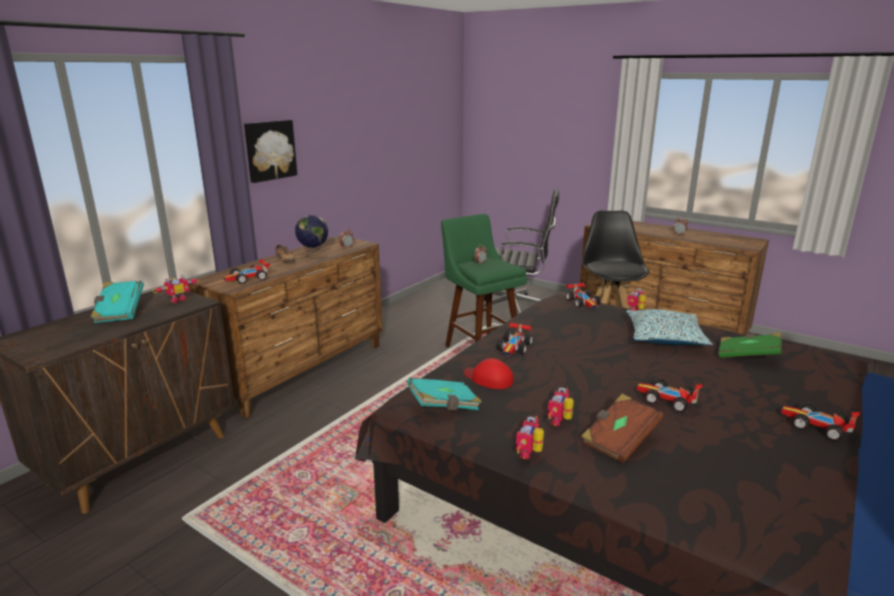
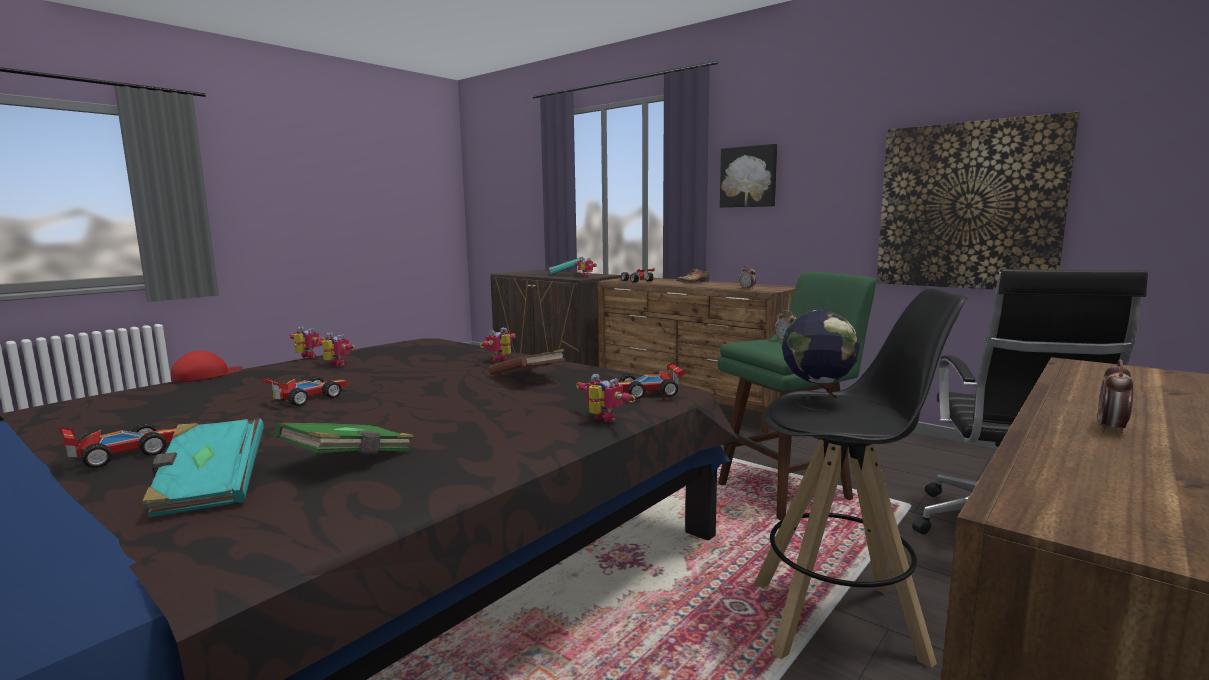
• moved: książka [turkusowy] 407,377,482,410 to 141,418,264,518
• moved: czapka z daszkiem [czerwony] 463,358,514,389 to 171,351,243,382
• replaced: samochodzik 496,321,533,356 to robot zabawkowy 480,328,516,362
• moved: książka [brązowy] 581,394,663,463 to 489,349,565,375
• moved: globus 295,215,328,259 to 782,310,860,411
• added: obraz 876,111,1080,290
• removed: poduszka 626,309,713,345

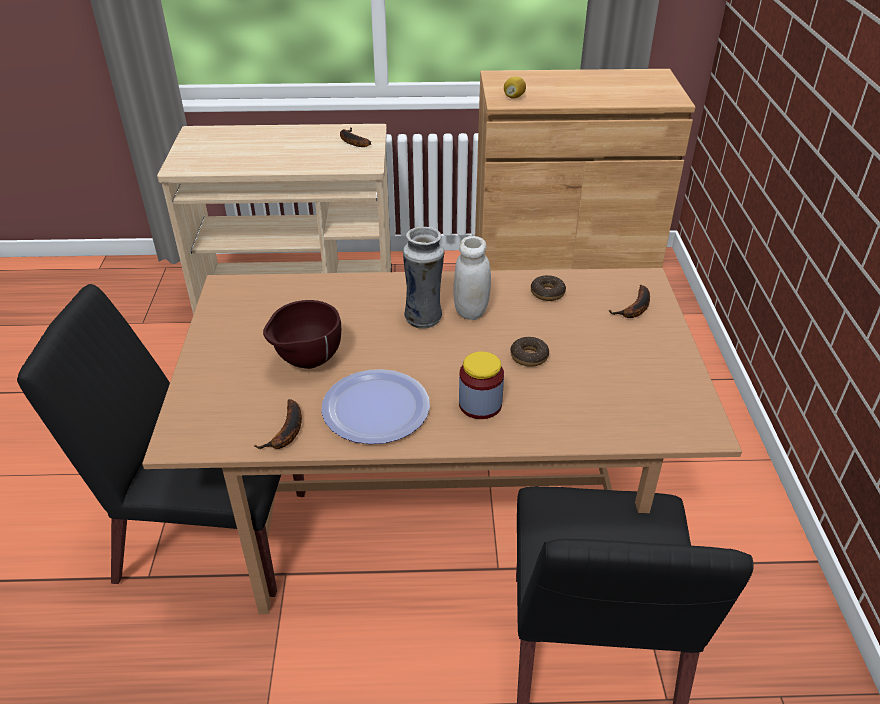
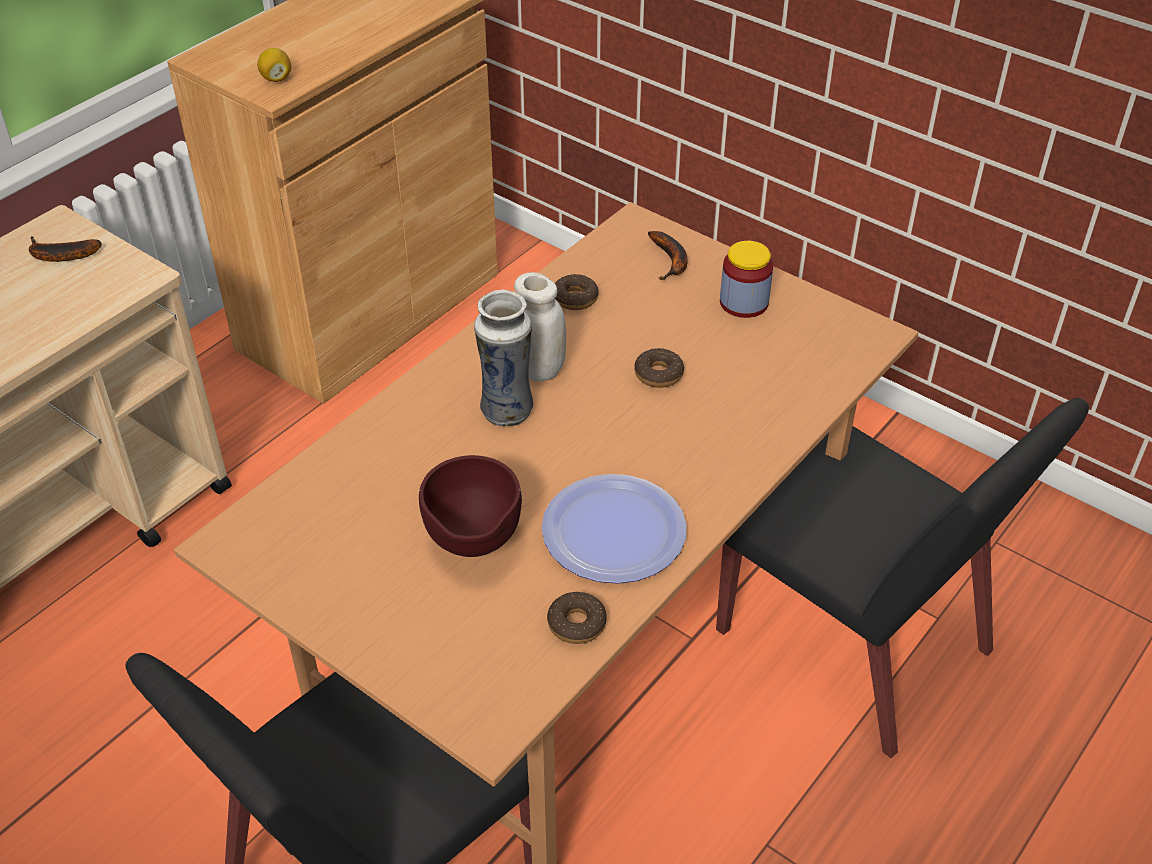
• replaced: banan 254,399,302,449 to donut 547,592,607,644
• moved: słoik 459,351,504,419 to 720,241,773,318

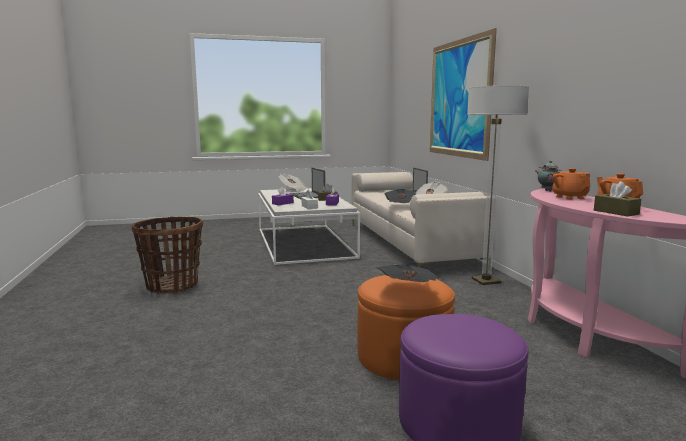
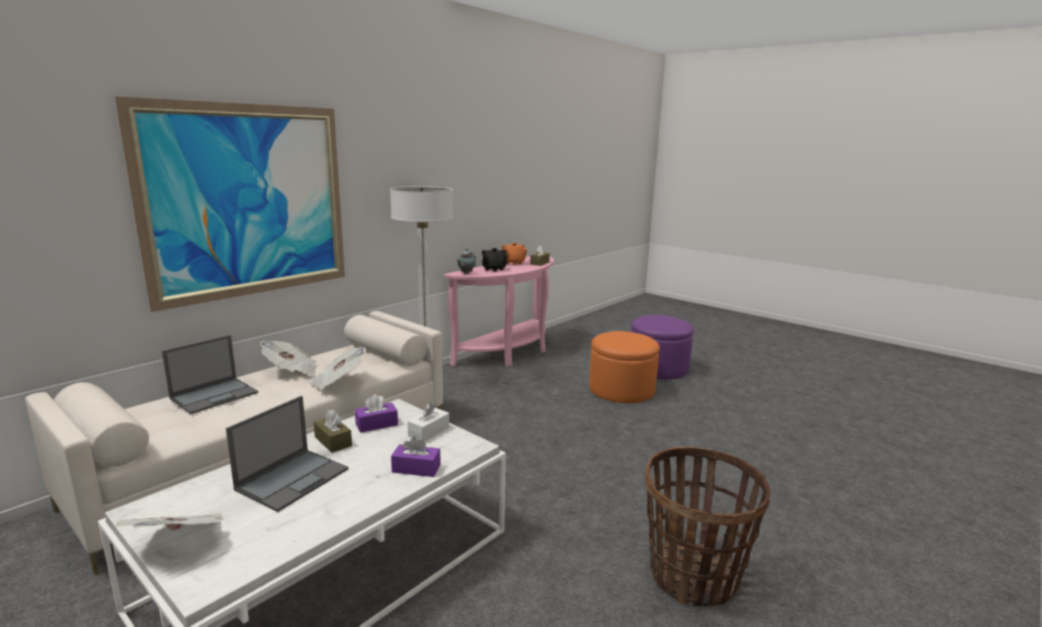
• recoloured: imbryk [pomarańczowy] 552,168,590,200 to imbryk [czarny] 482,248,507,272
• removed: gazeta 376,265,439,282

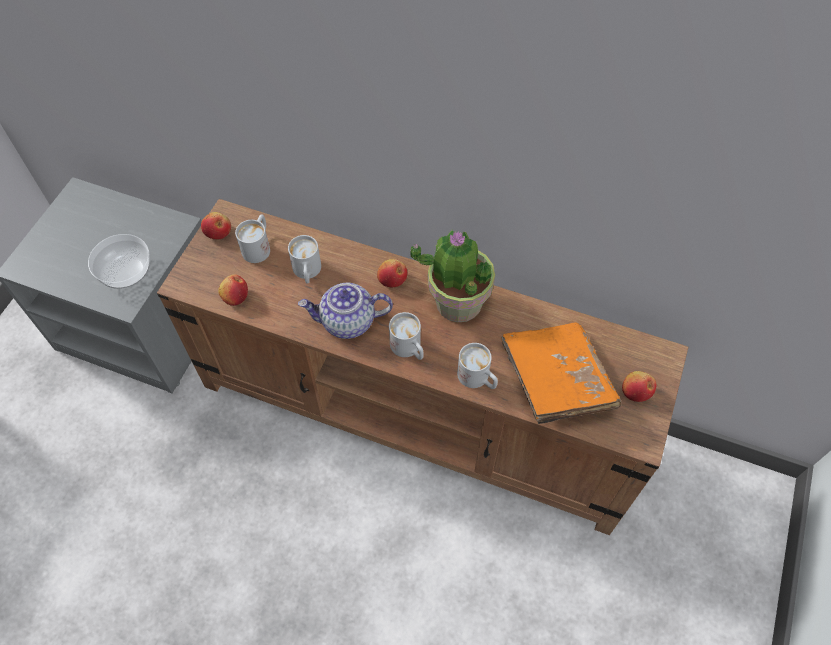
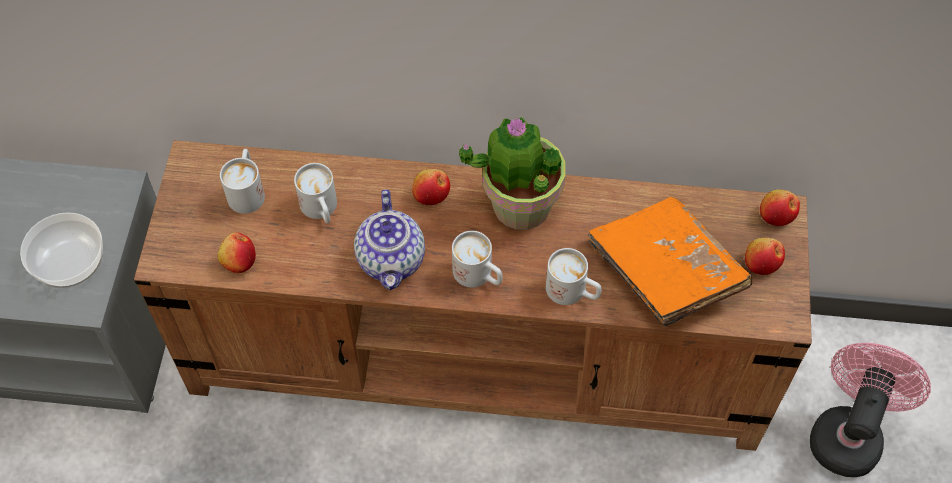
• turned: imbryk 298,283,393,339 = 354,189,425,290 75 degrees counterclockwise
• moved: jabłko 201,212,231,239 to 760,189,800,226
• added: wentylator [różowy] 810,343,931,477

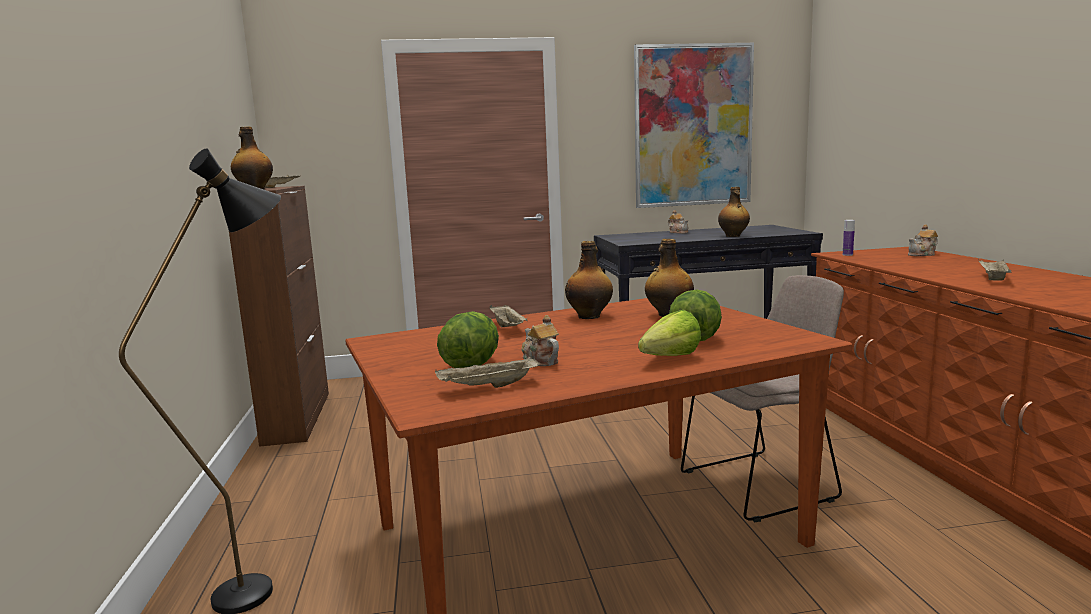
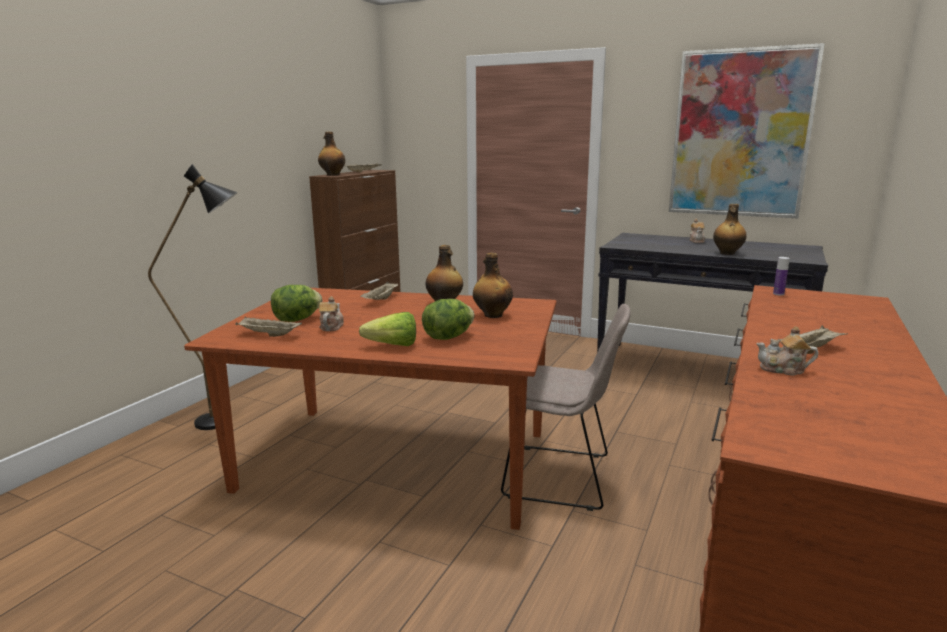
• moved: imbryk 908,225,938,256 to 756,326,818,376

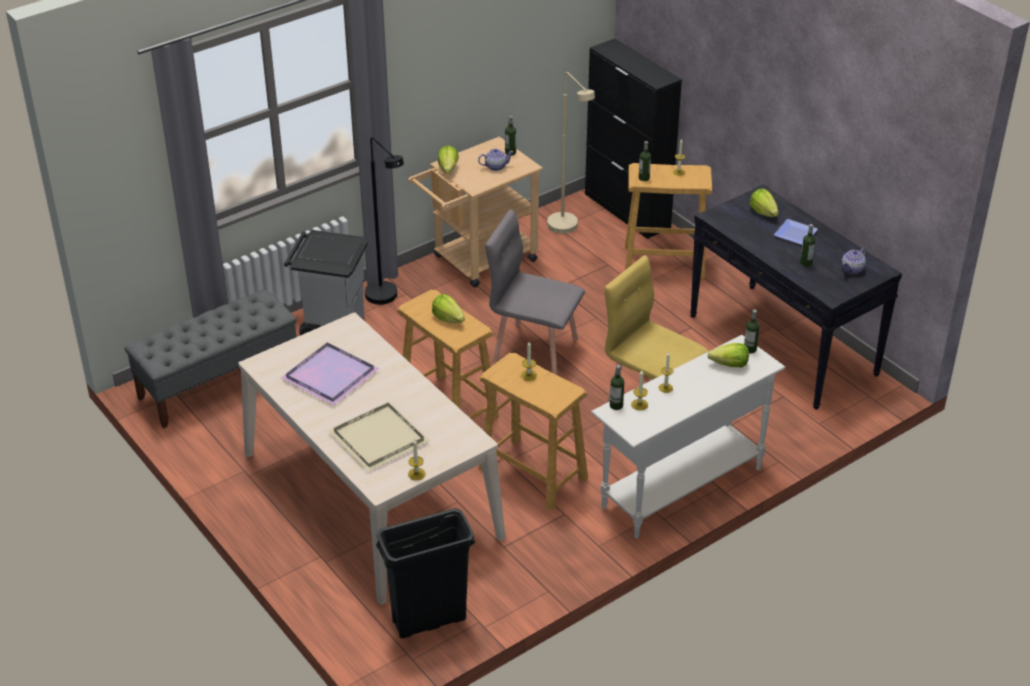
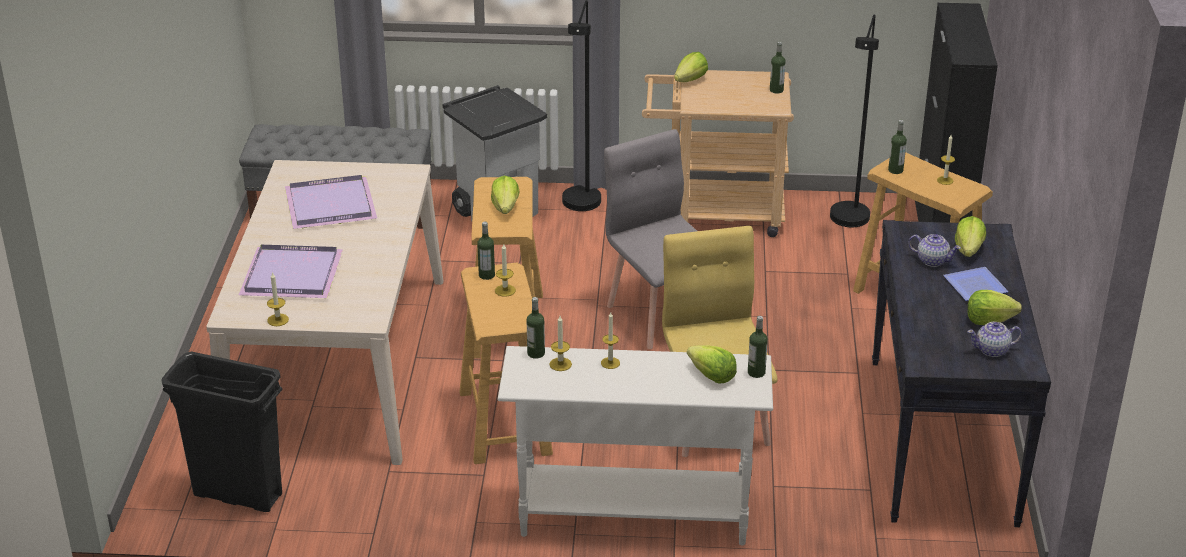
• recoloured: taca [beżowy] 328,402,430,472 to taca [fioletowy] 239,245,343,298
• moved: butelka 800,224,815,267 to 477,222,495,280
• recoloured: lampa stojąca [beżowy] 547,72,595,234 to lampa stojąca [czarny] 830,14,879,227
• moved: imbryk 478,149,513,171 to 908,234,961,267
• added: sałata 967,290,1022,325

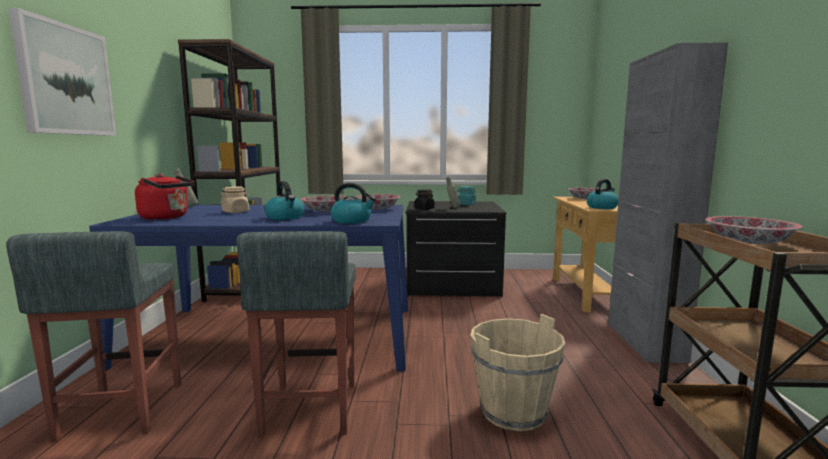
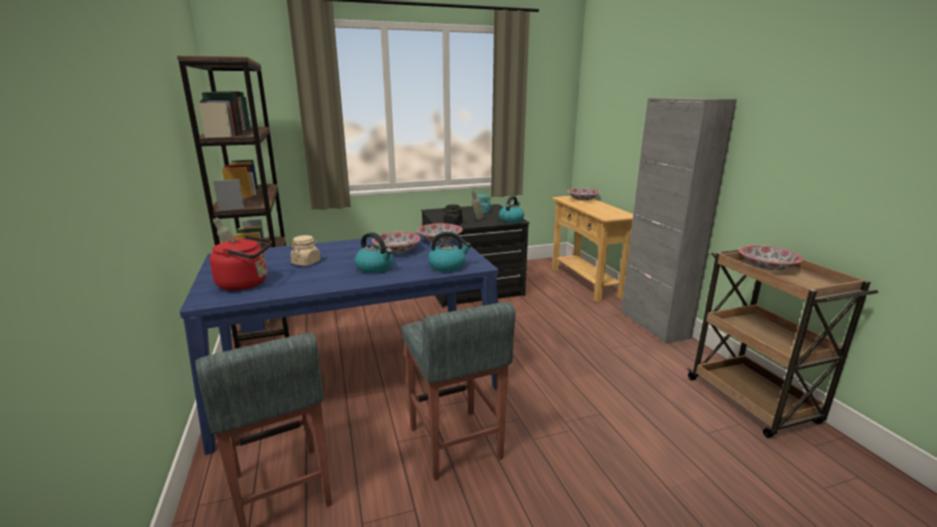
• moved: czajnik 587,179,619,209 to 499,196,524,223
• removed: obraz 8,8,116,136
• removed: wiadro [beżowy] 471,314,565,431

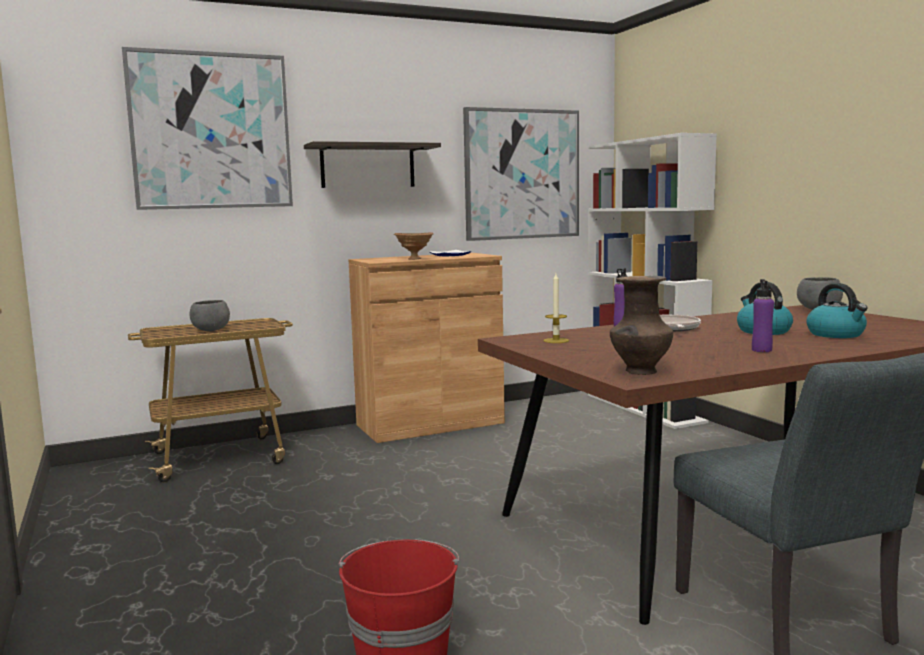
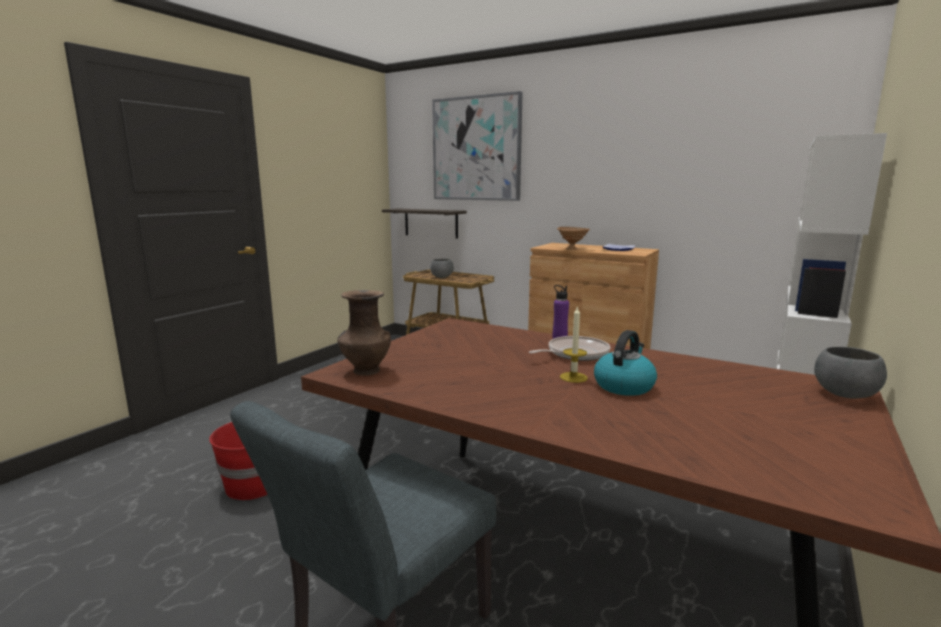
• moved: półka 304,141,441,188 to 382,209,467,239
• moved: świeca 543,273,569,343 to 560,306,588,383
• removed: obraz 463,107,579,241
• removed: butelka [fioletowy] 752,279,774,352
• removed: czajnik 806,283,868,338

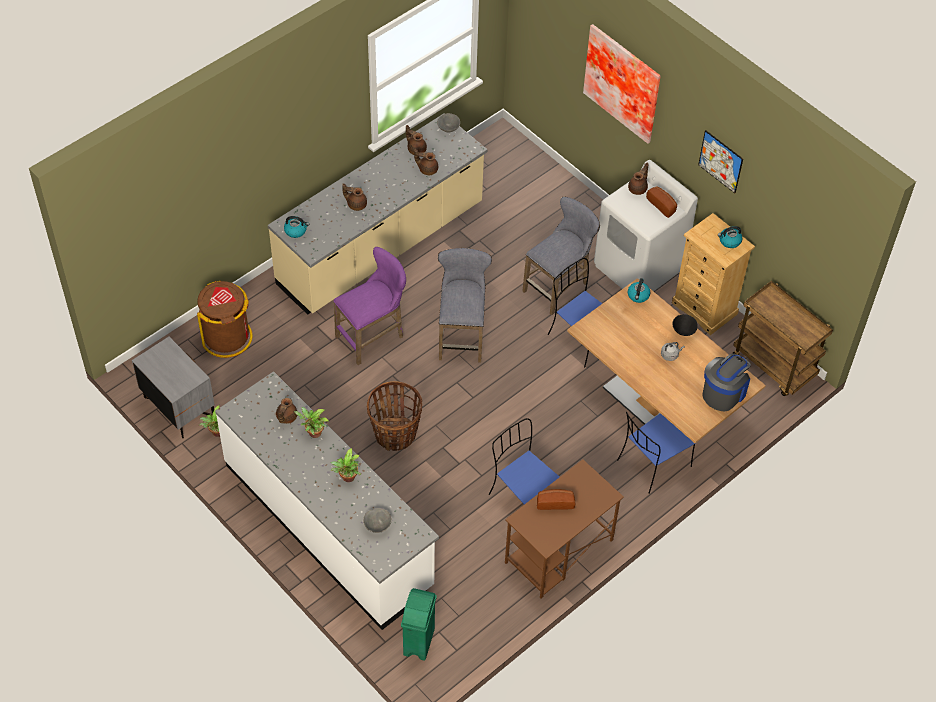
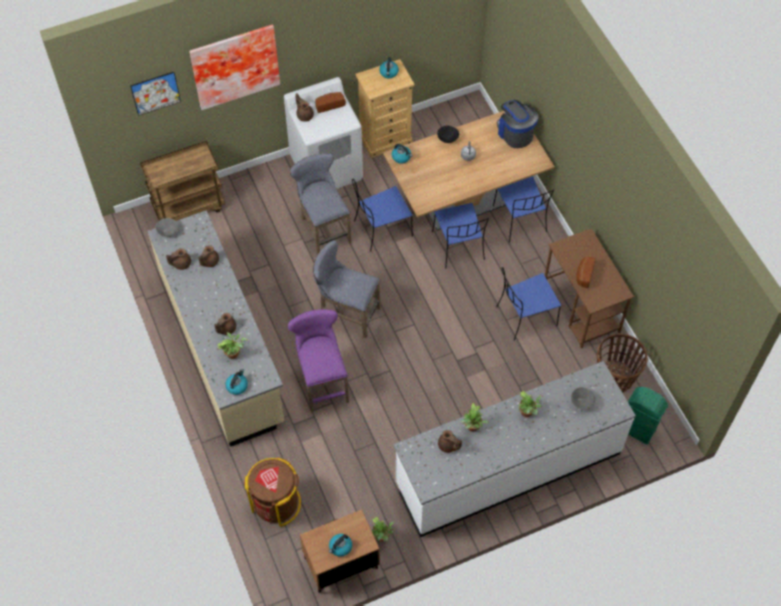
• moved: obraz 698,130,743,193 to 130,72,181,116
• moved: wózek [brązowy] 733,281,833,396 to 140,141,225,221
• added: roślina doniczkowa 217,332,248,359
• recoloured: szafka nocna [szary] 132,337,215,438 to szafka nocna [brązowy] 300,510,380,593
• added: czajnik 329,534,352,557
• added: krzesło [niebieski] 432,203,489,269
• moved: koszyk 367,381,422,451 to 597,333,648,393

